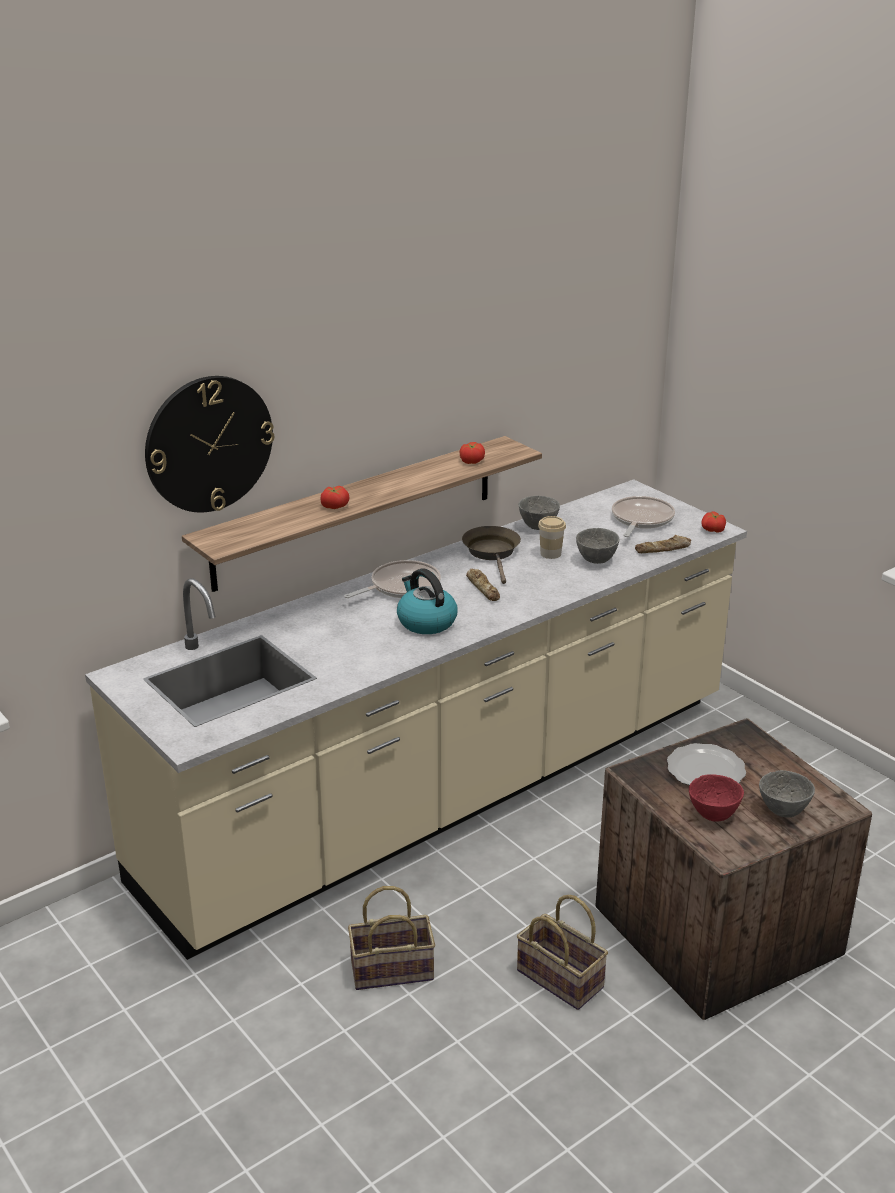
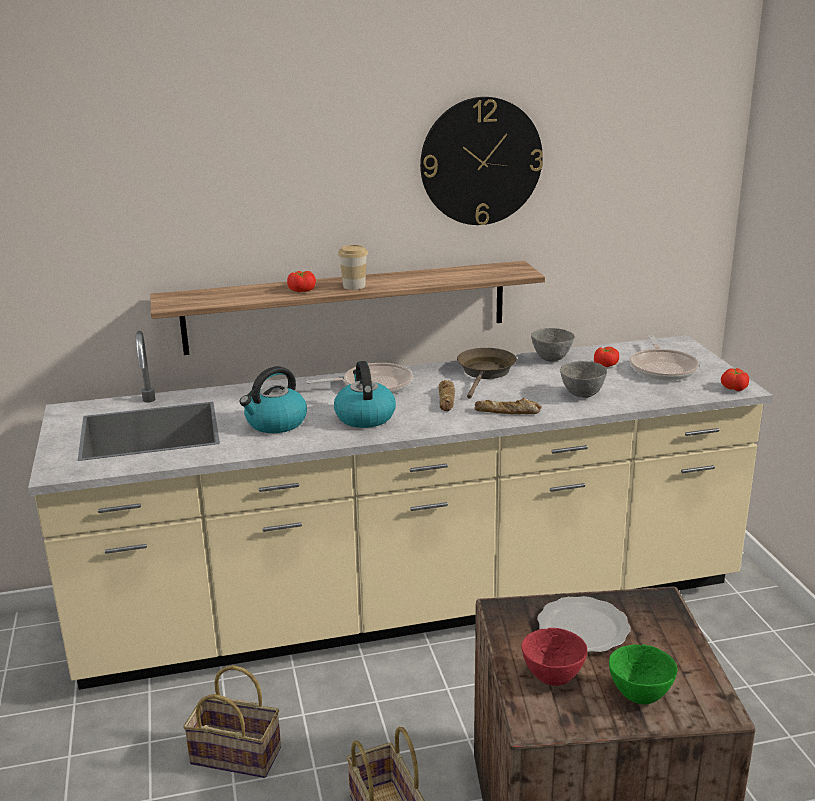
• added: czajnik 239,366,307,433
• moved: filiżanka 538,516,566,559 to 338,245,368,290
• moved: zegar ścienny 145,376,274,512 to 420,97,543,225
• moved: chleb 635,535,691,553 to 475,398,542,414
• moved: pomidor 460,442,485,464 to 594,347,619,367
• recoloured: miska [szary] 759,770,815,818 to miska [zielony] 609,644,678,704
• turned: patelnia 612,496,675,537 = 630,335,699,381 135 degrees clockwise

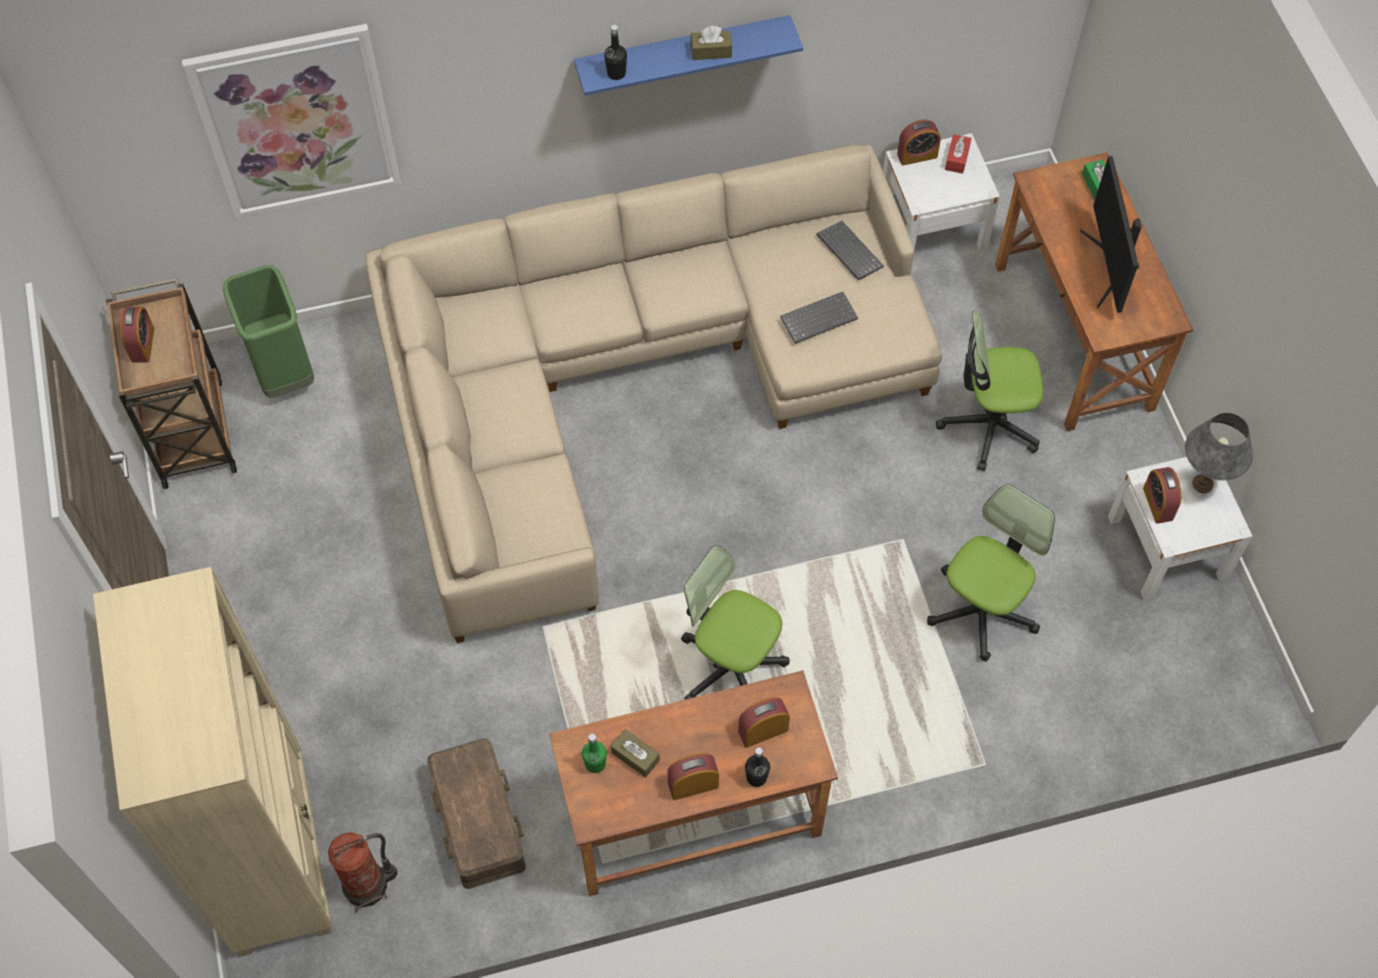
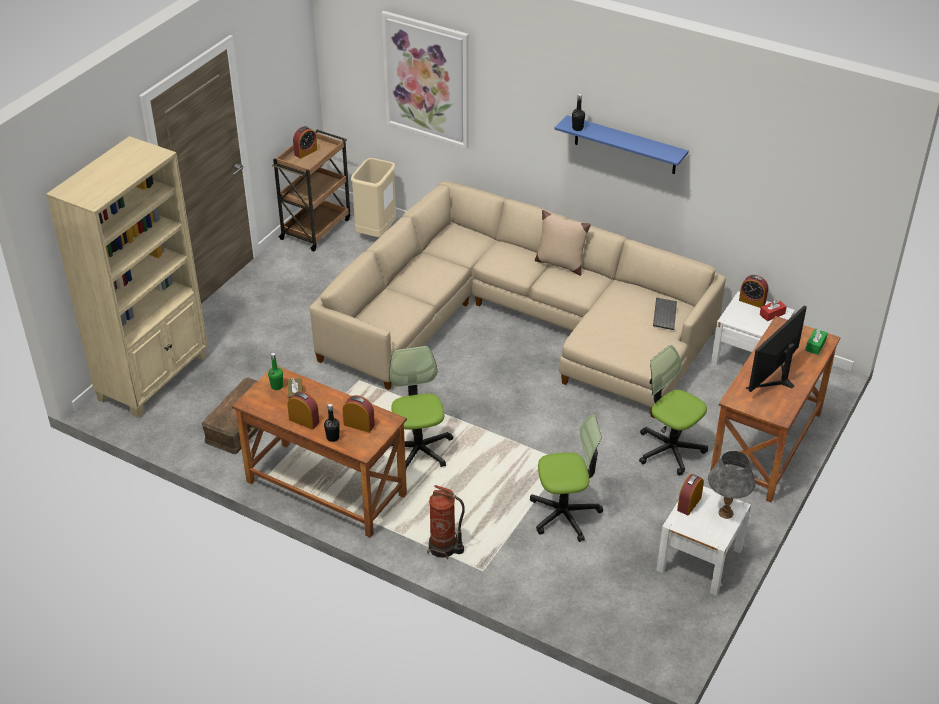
• recoloured: kosz na śmieci [zielony] 223,265,314,398 to kosz na śmieci [beżowy] 351,158,396,237
• moved: gaśnica 328,832,398,912 to 427,485,465,559
• added: poduszka [beżowy] 535,210,591,276
• removed: pudełko chusteczek [brązowy] 690,26,732,60
• removed: klawiatura 780,292,858,344

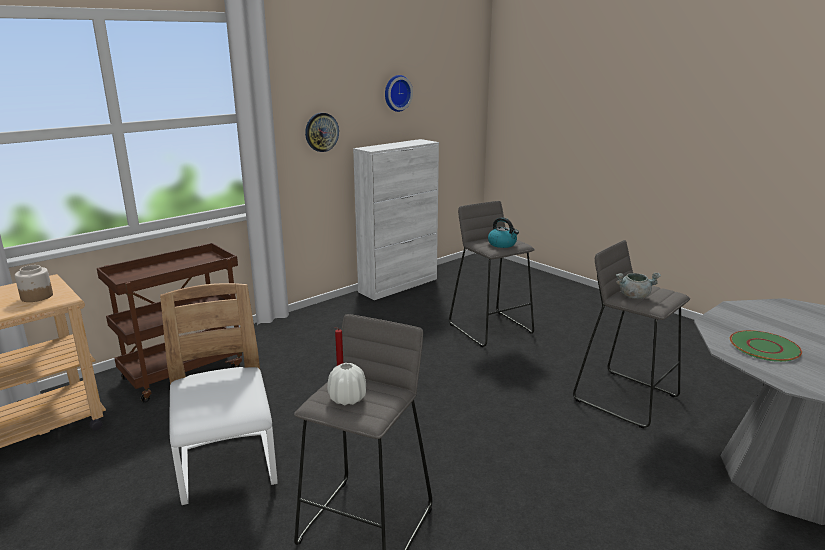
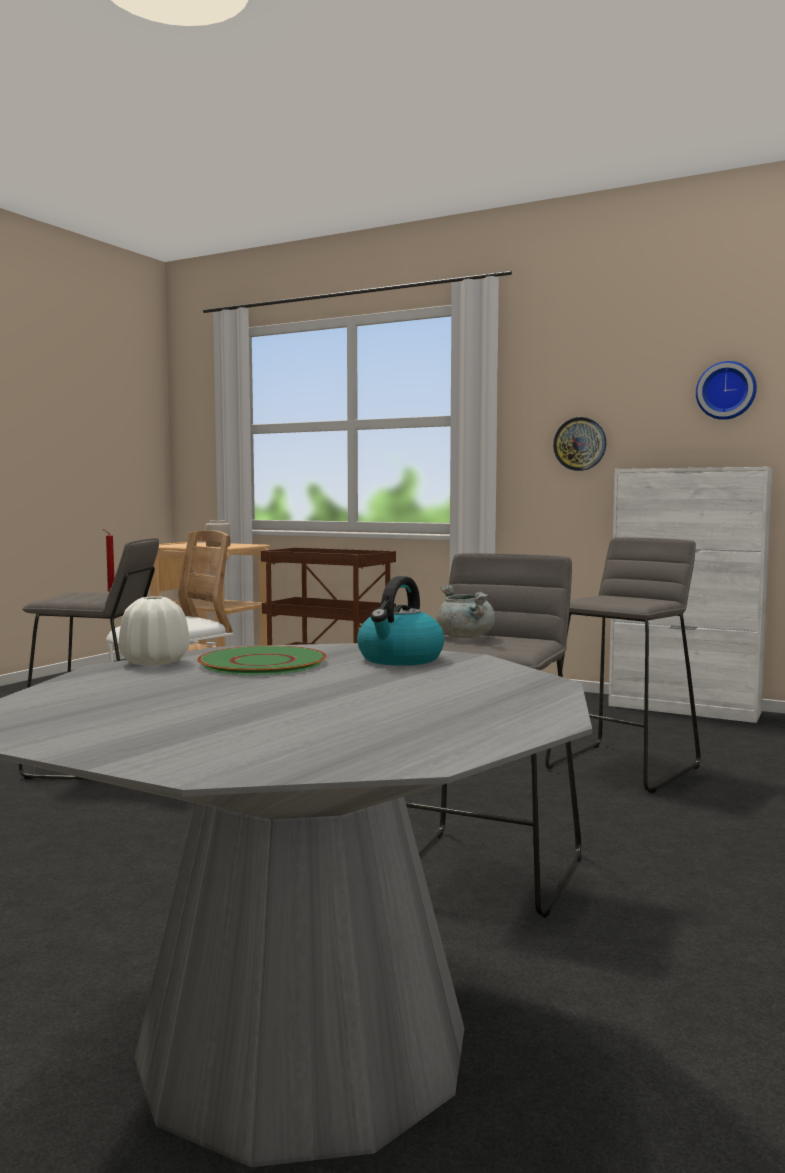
• moved: wazon [biały] 327,363,366,405 to 119,596,189,665
• moved: czajnik 488,217,519,248 to 357,576,444,666

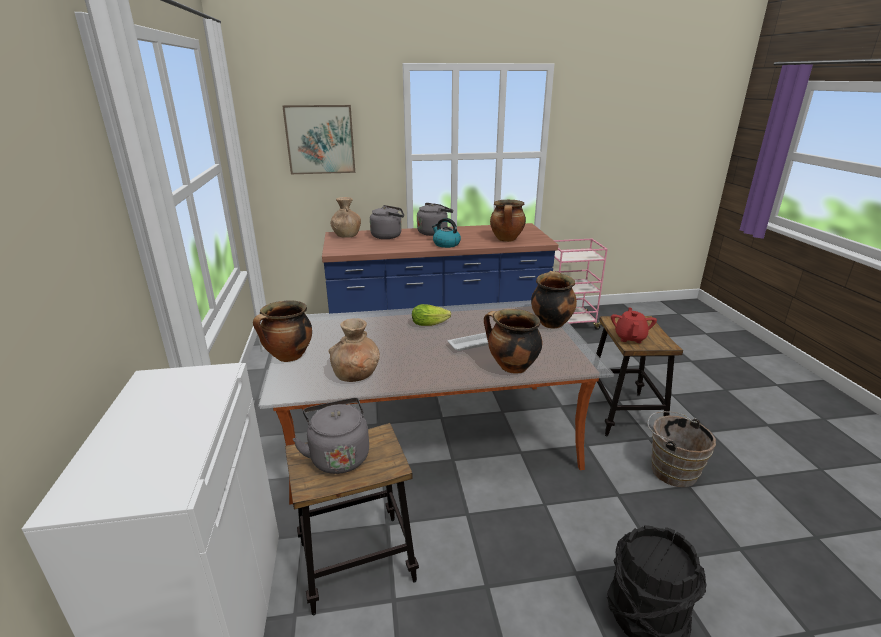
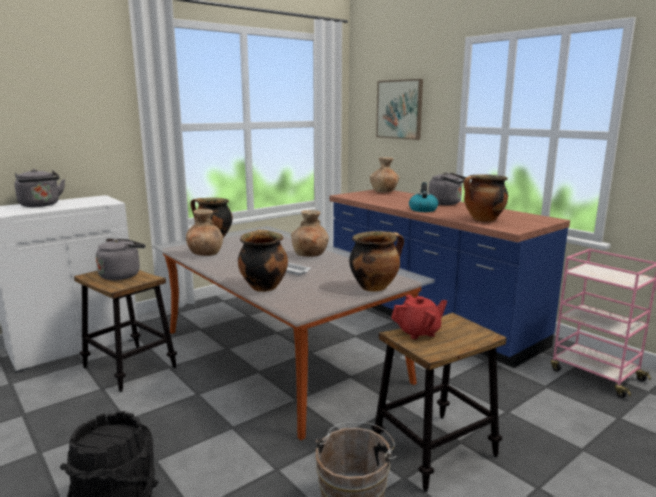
• moved: czajnik [szary] 370,205,404,239 to 14,169,65,207
• replaced: sałata 412,304,451,326 to wazon [brązowy] 291,210,329,257

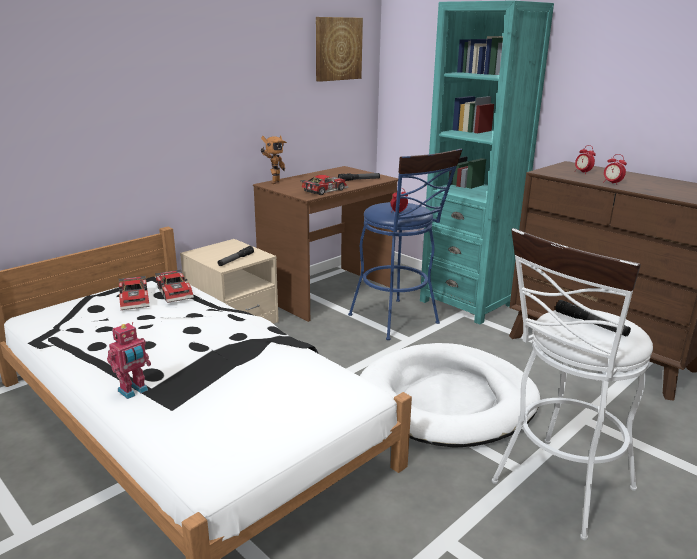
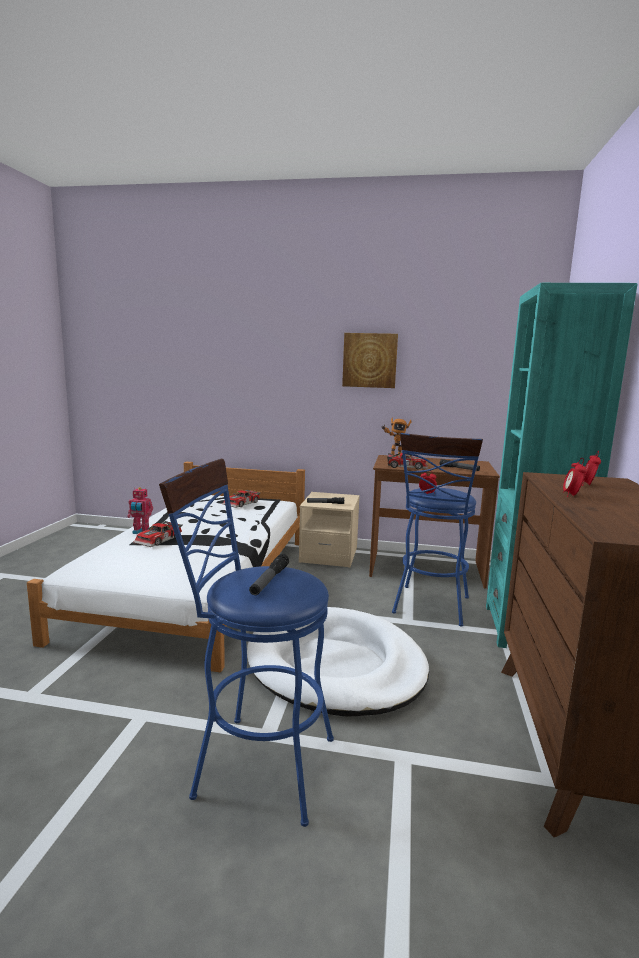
• moved: samochodzik 155,269,194,303 to 133,521,183,547
• recoloured: stołek [biały] 492,228,653,540 to stołek [niebieski] 159,459,334,827
• moved: obraz 316,17,363,82 to 342,333,398,388

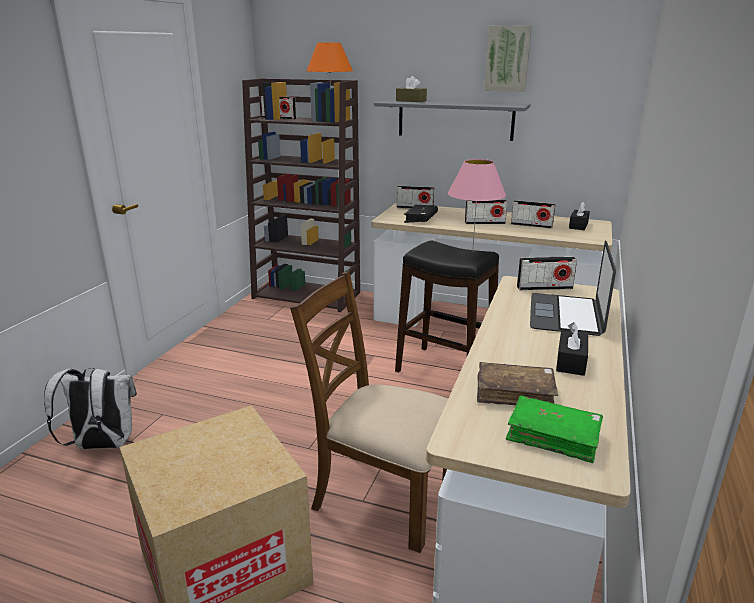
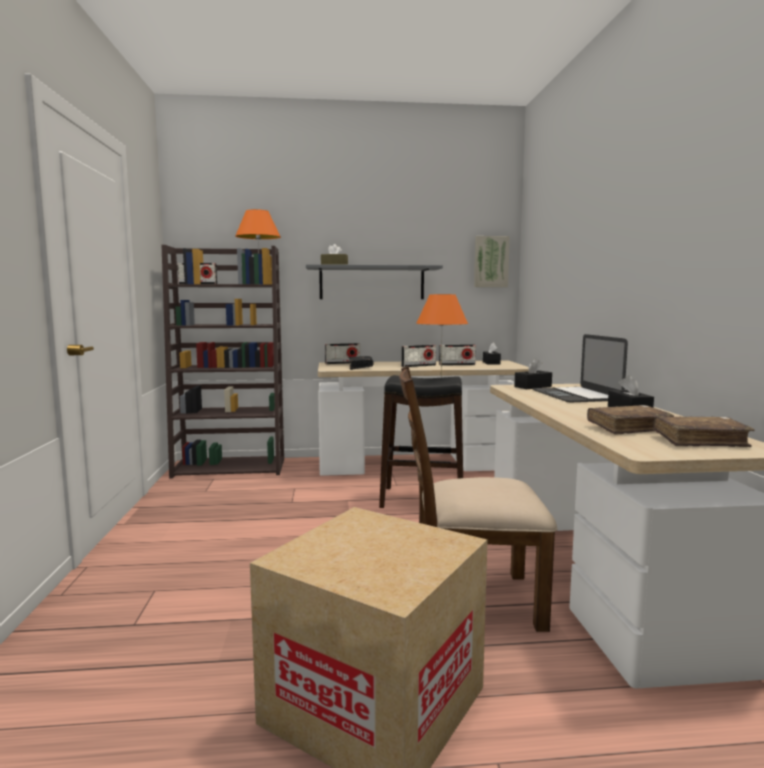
• recoloured: lampa stołowa [różowy] 448,159,506,252 to lampa stołowa [pomarańczowy] 416,294,468,375
• moved: obraz 484,25,532,92 to 474,236,510,287
• replaced: radio 517,256,577,290 to pudełko chusteczek [czarny] 514,358,552,389
• recoloured: książka [zielony] 506,395,603,463 to książka [brązowy] 653,416,755,447
• removed: plecak [biały] 44,368,137,449

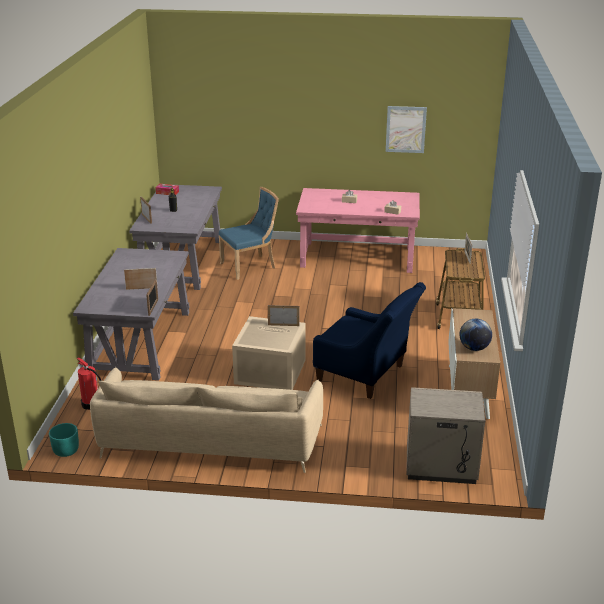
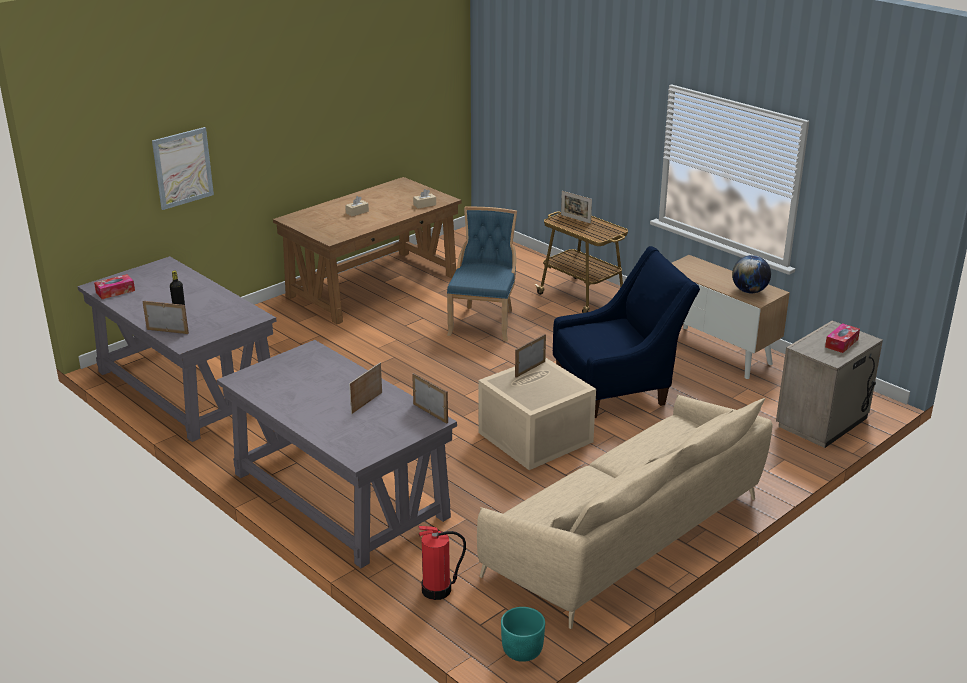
• moved: obraz 386,106,427,153 to 152,127,214,210
• recoloured: biurko [różowy] 296,188,420,273 to biurko [brązowy] 273,177,461,324
• moved: krzesło [niebieski] 219,187,279,280 to 447,207,517,341
• added: pudełko chusteczek 825,323,860,353

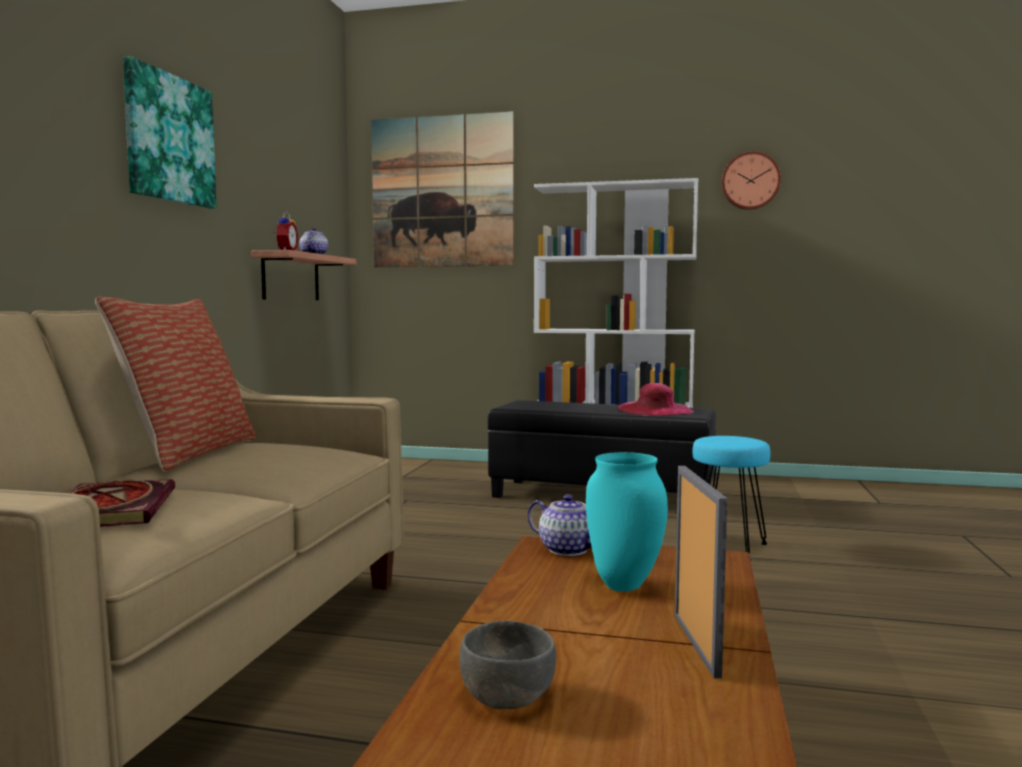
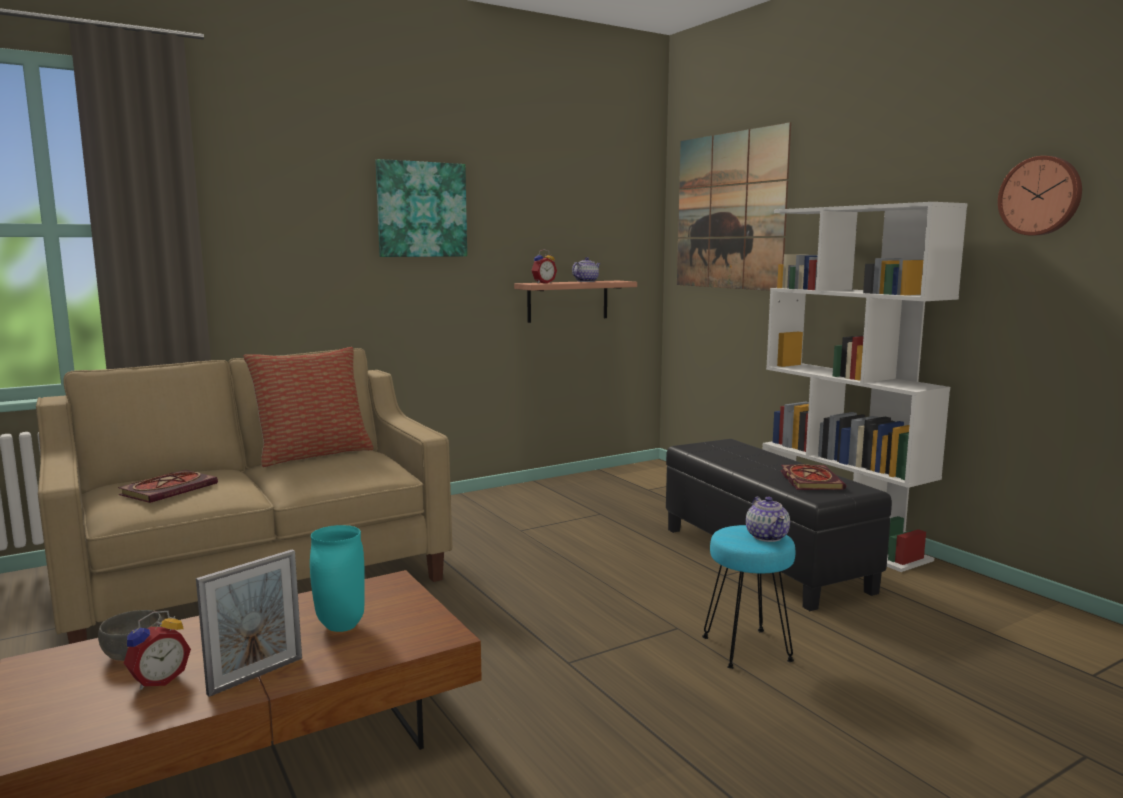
• added: budzik 124,611,191,690
• moved: imbryk 528,494,592,556 to 746,497,790,542
• replaced: kapelusz [różowy] 617,383,694,416 to książka 781,464,846,490

